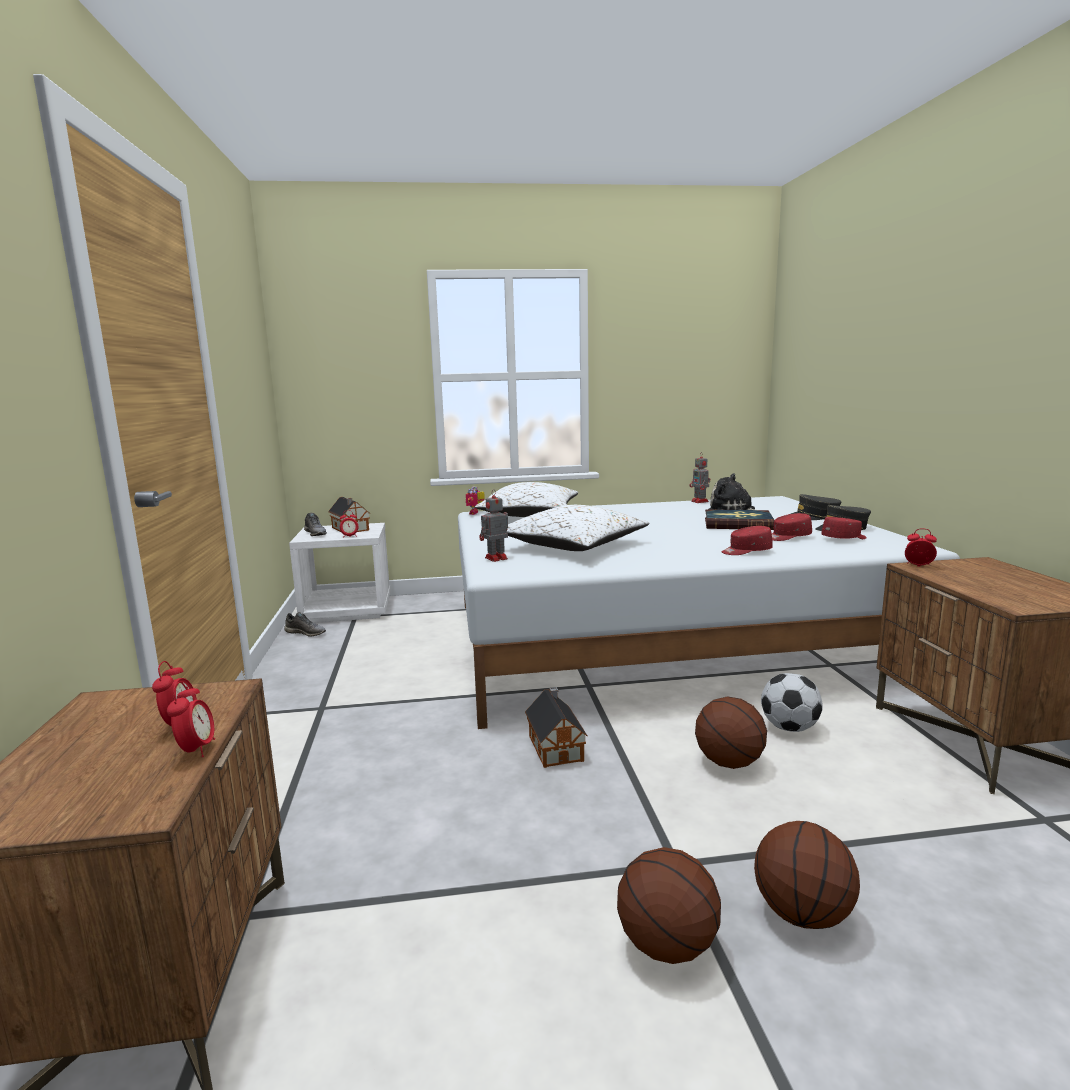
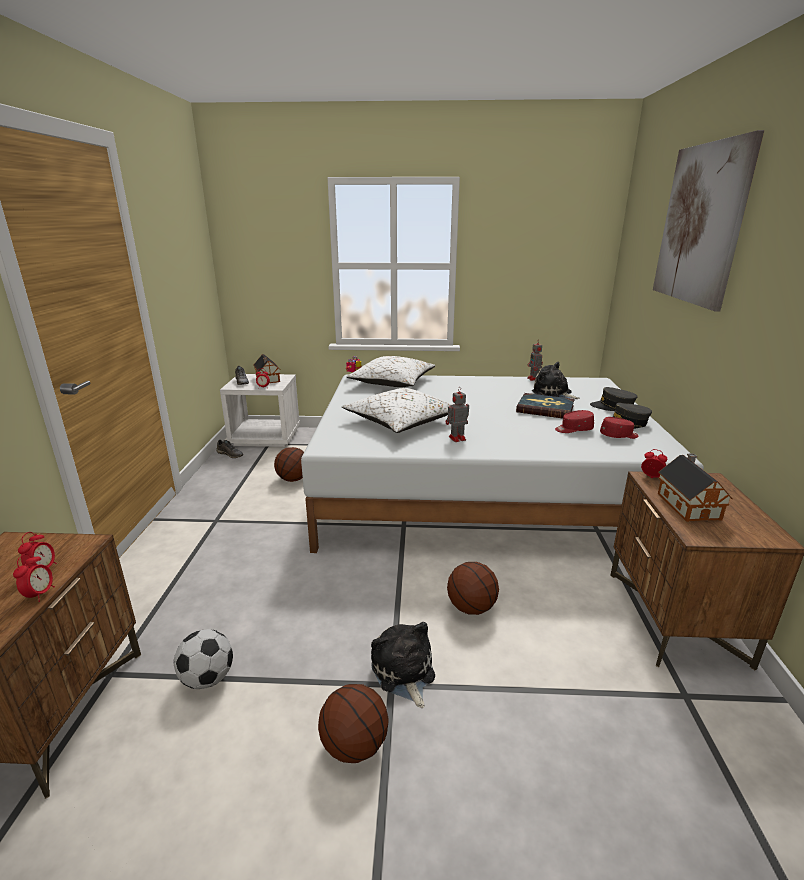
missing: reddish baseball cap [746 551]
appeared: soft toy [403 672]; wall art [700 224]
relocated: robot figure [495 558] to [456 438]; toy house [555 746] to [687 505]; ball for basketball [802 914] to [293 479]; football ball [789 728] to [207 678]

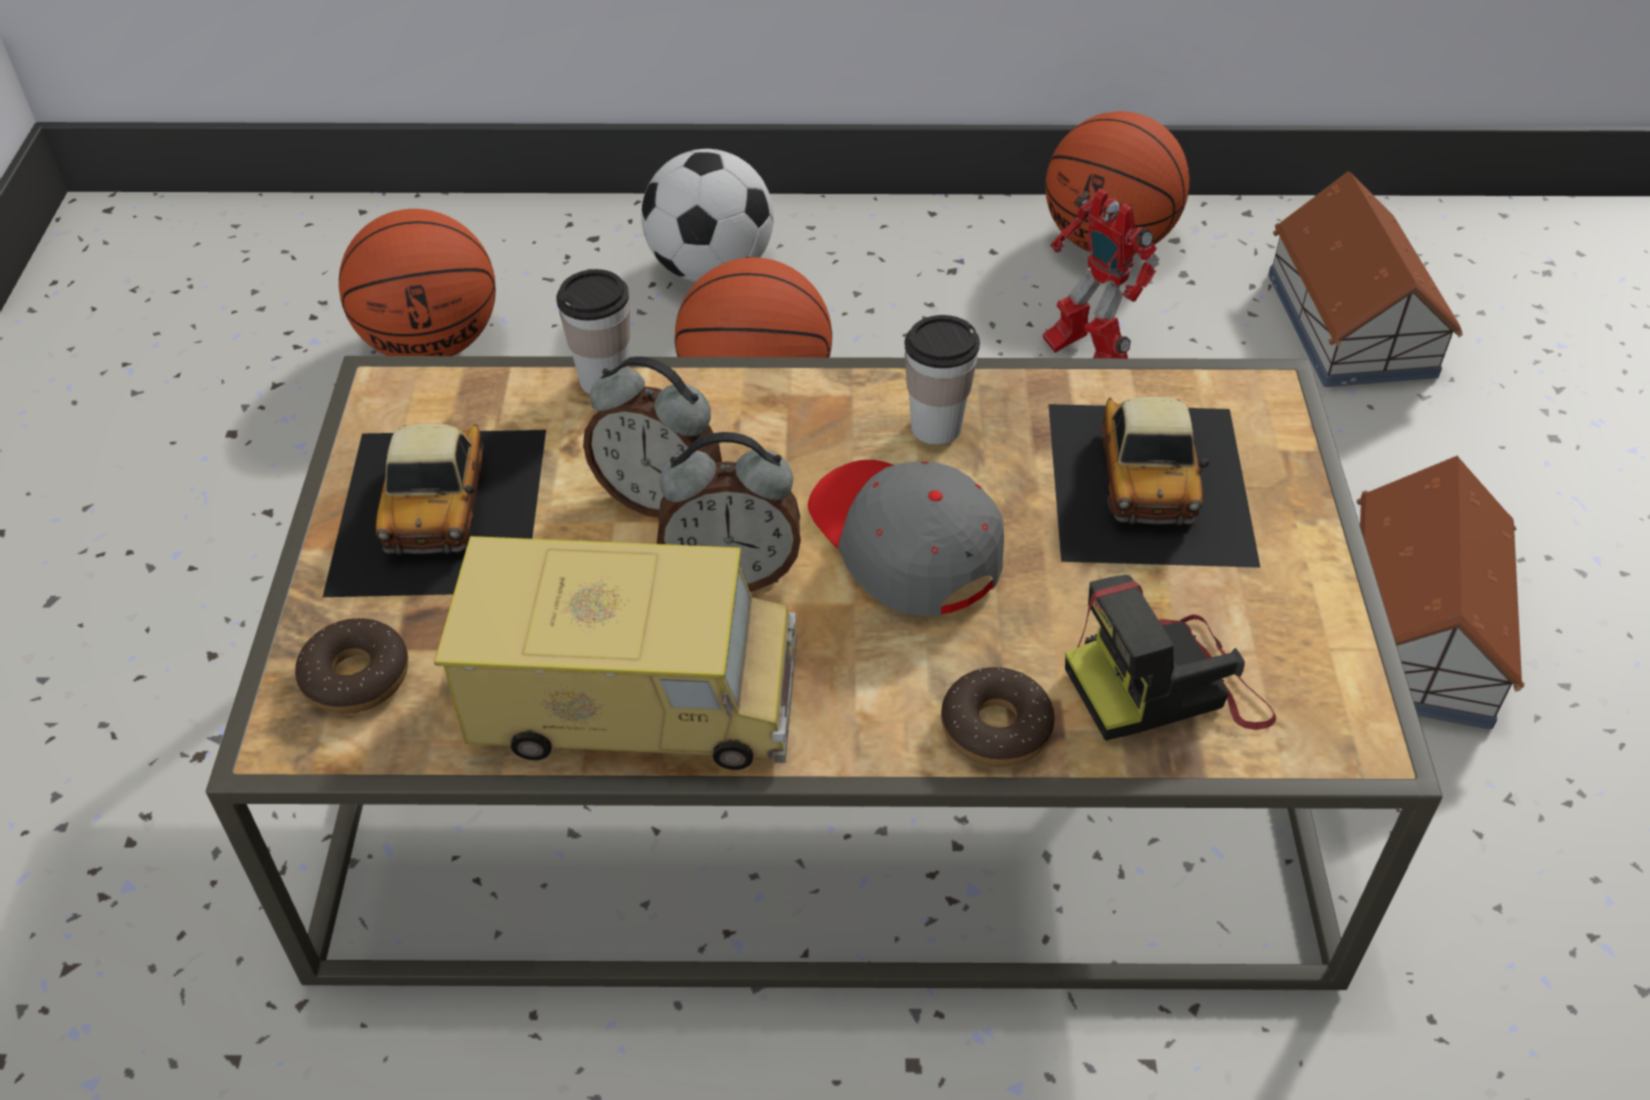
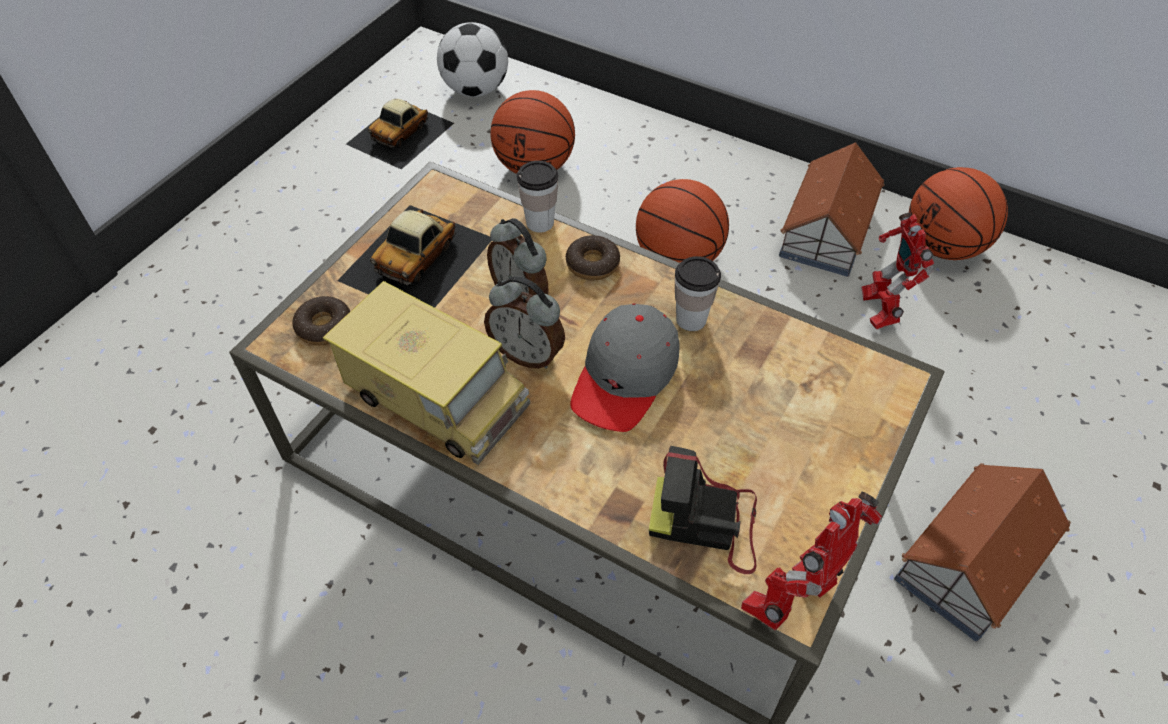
appeared: robot figure [793 598]
relocated: football ball [711 269] to [476 90]; ring doughnut [995 728] to [592 264]; miniature car [1150 481] to [401 133]; toy house [1351 322] to [827 230]
spun: gray baseball cap [903 543] = [625 377] 150 degrees counterclockwise

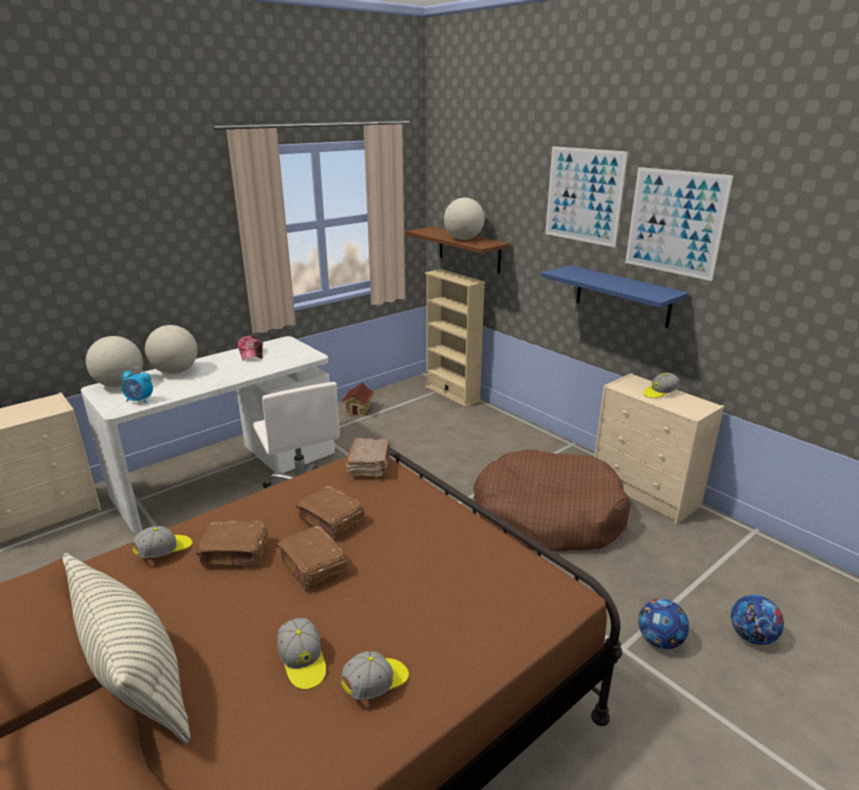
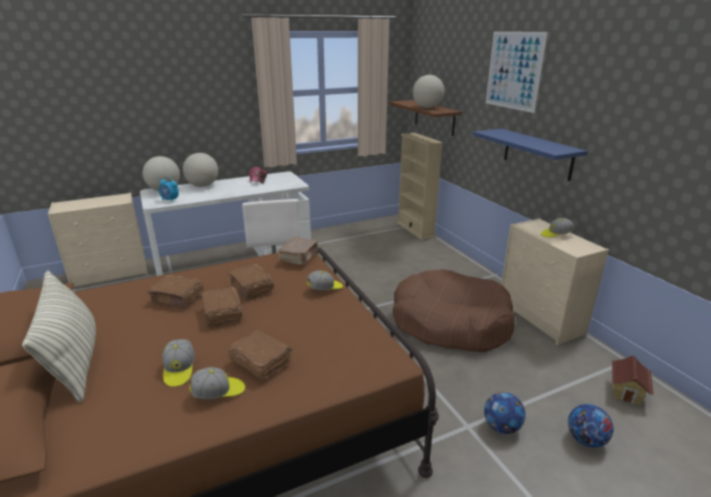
missing: wall art [675 222]
appeared: brown book [260 362]
relocated: baseball cap [164 551] to [325 289]; toy house [359 410] to [626 392]

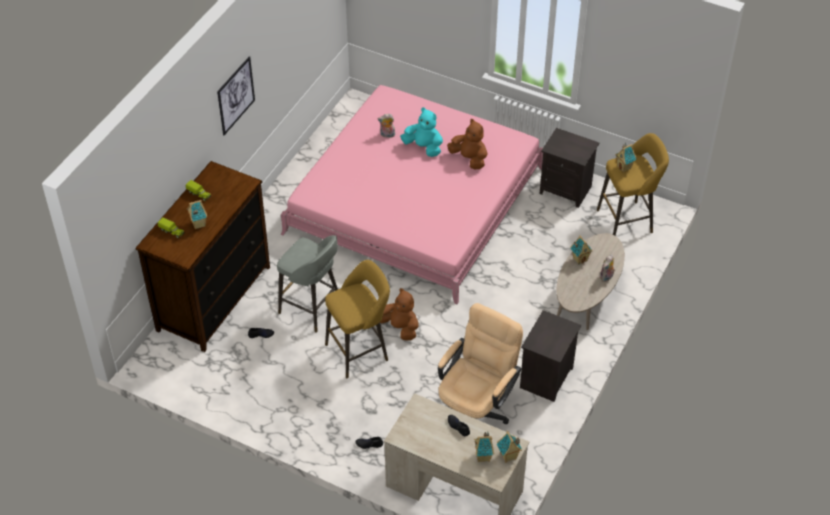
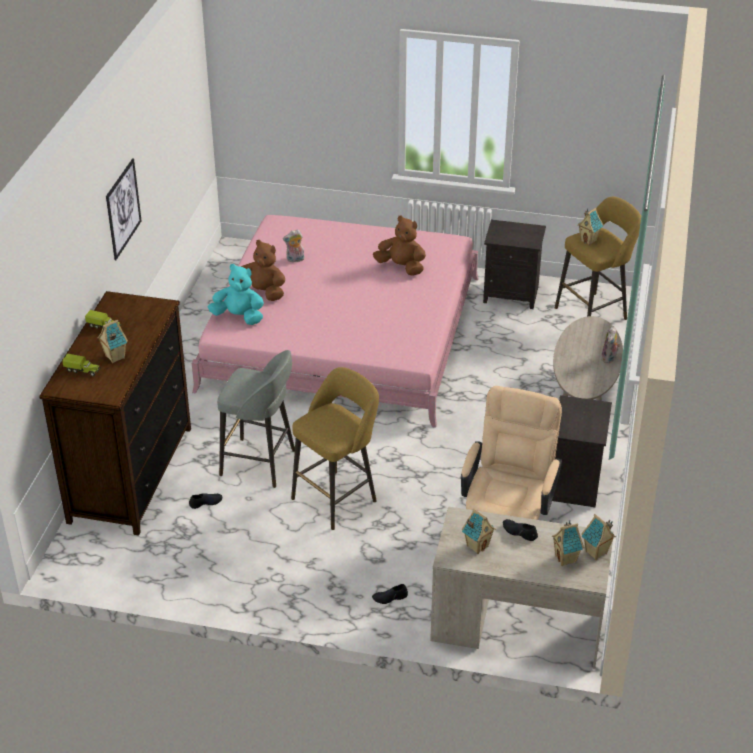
relocated: brown soft toy [400 327] to [262 292]; blue-green soft toy [423 147] to [239 317]; toy house [580 259] to [477 546]

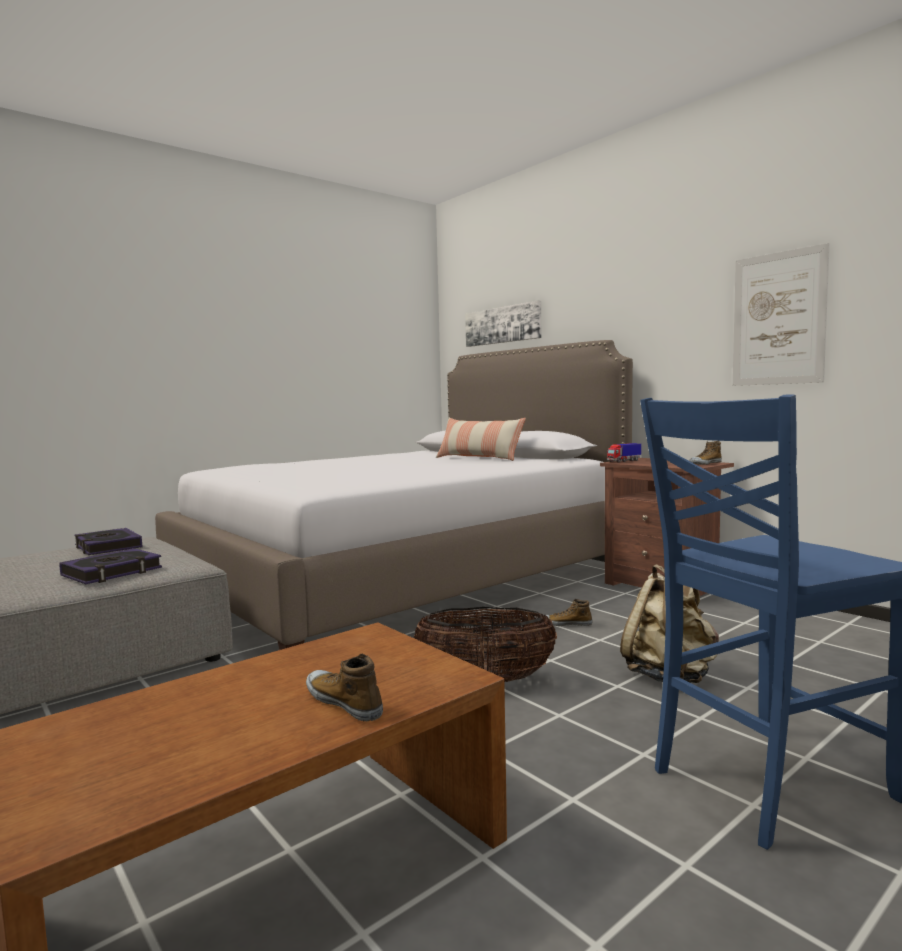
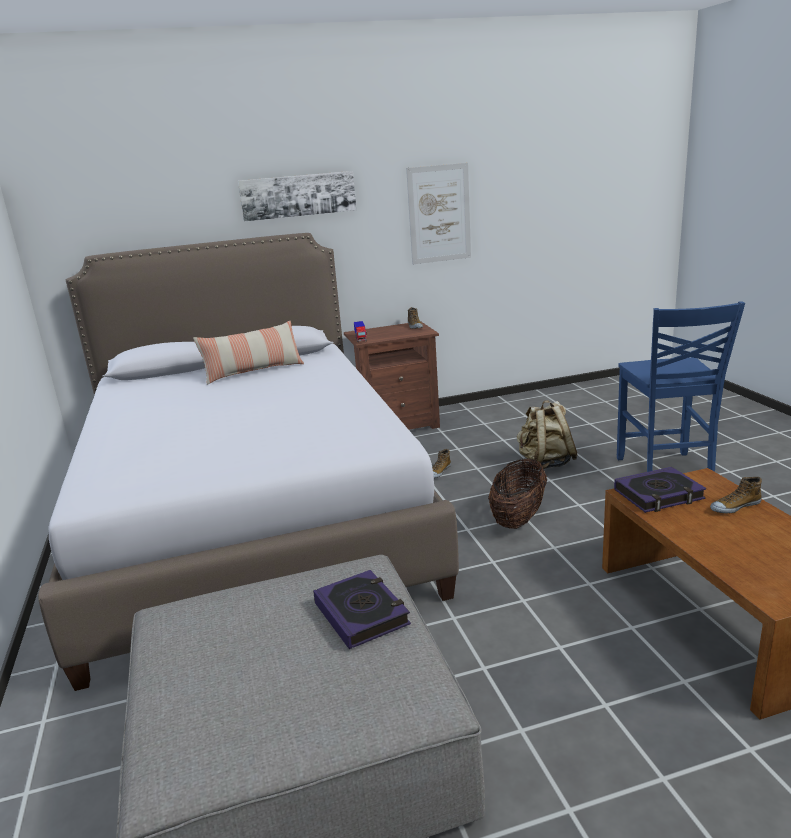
relocated: book [108 547] to [658 495]; wall art [503 325] to [298 195]

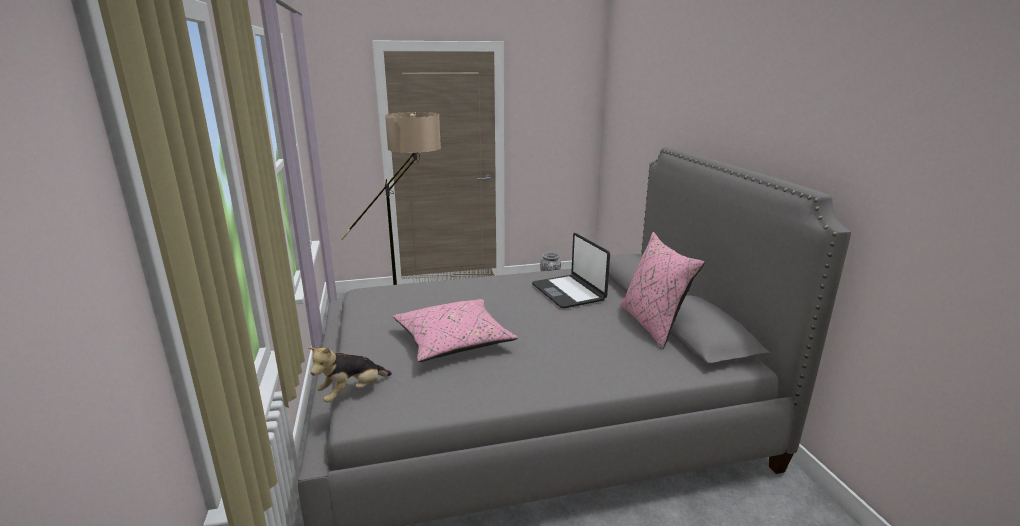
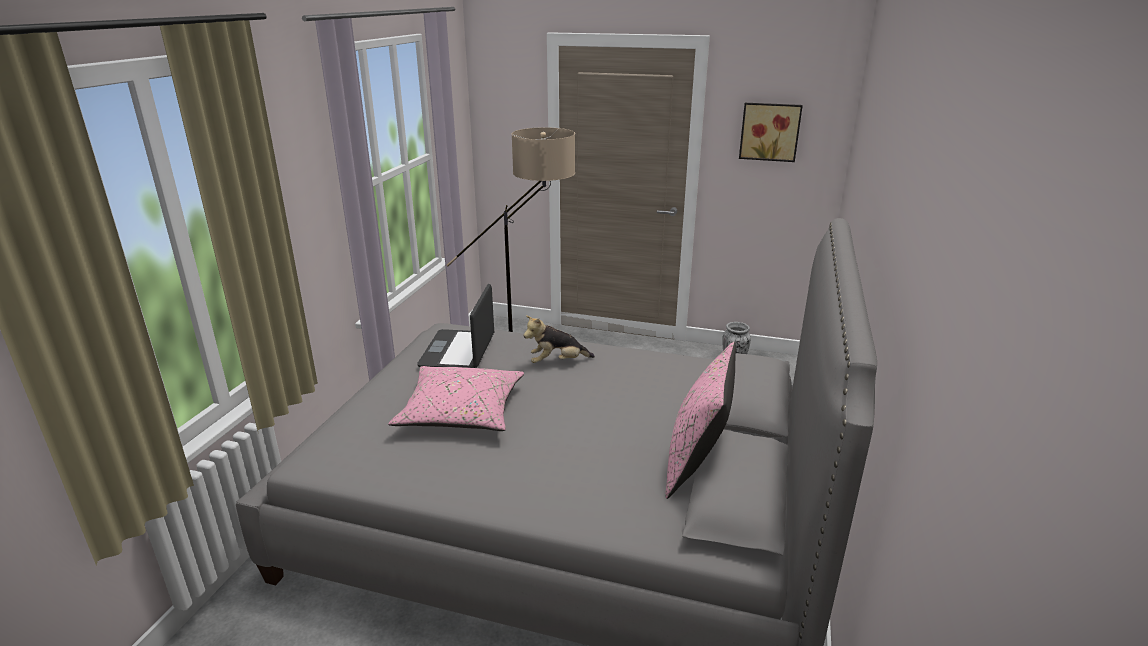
appeared: wall art [770 131]
relocated: soft toy [352 393] to [557 362]; portable computer [569 292] to [459 351]

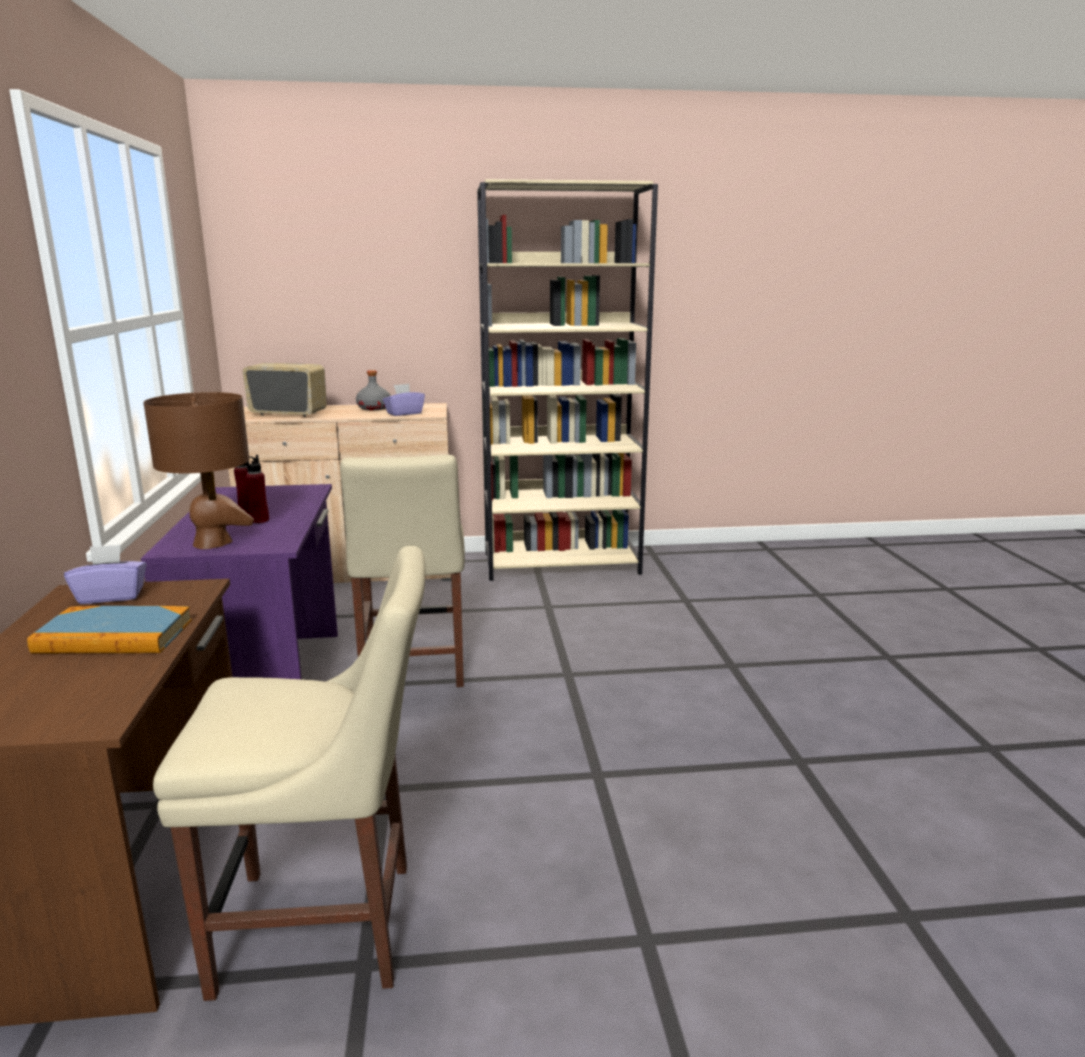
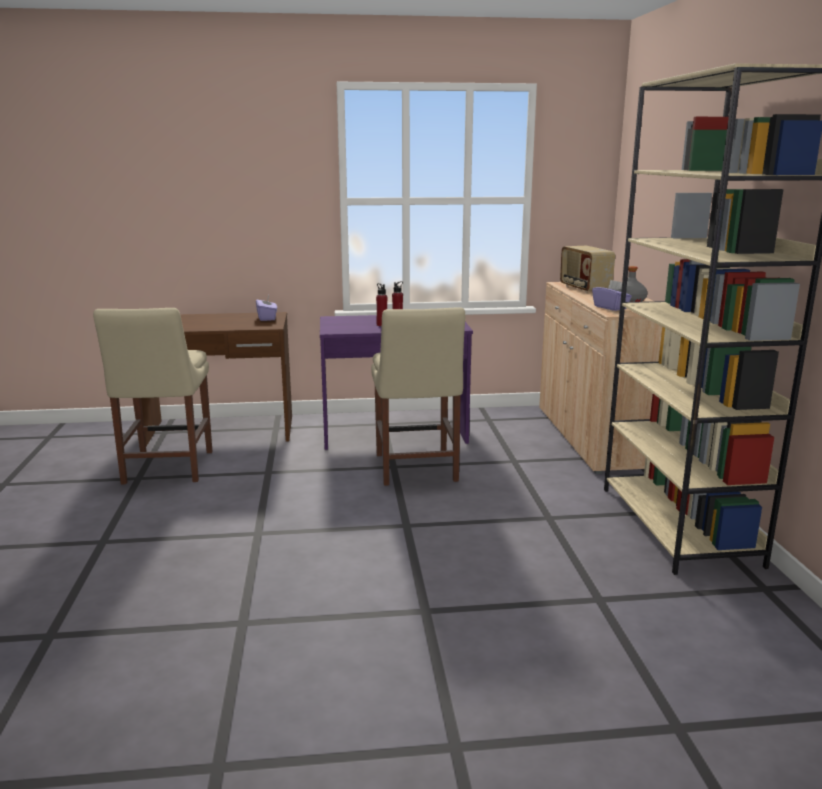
missing: book [114 636]; brown table lamp [213 543]
spun: radio set [288 414] = [584 289] 150 degrees clockwise; sand-coloured chair [412 668] = [416 469] 90 degrees counterclockwise

